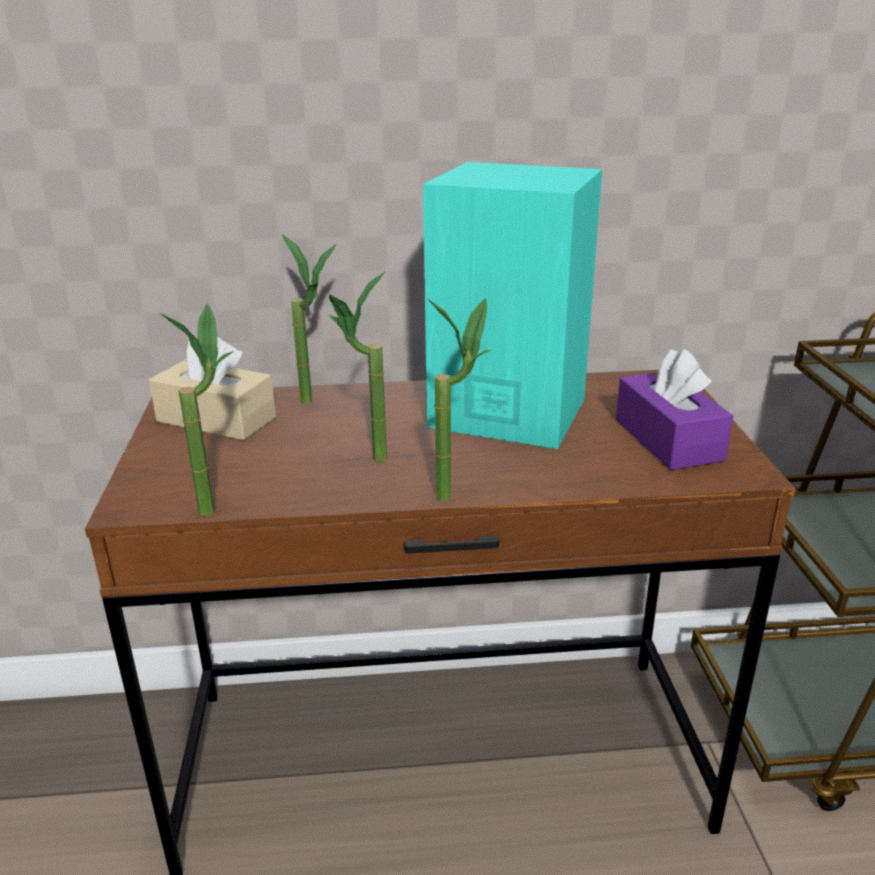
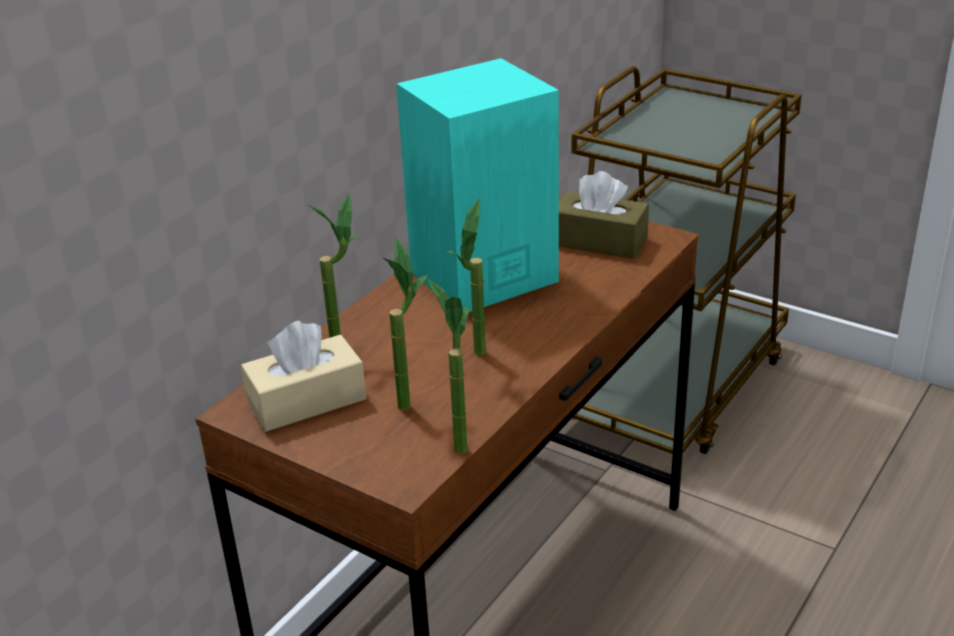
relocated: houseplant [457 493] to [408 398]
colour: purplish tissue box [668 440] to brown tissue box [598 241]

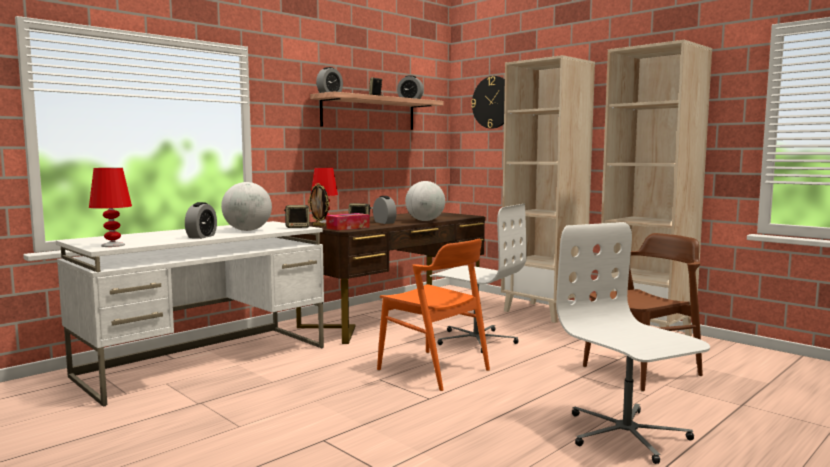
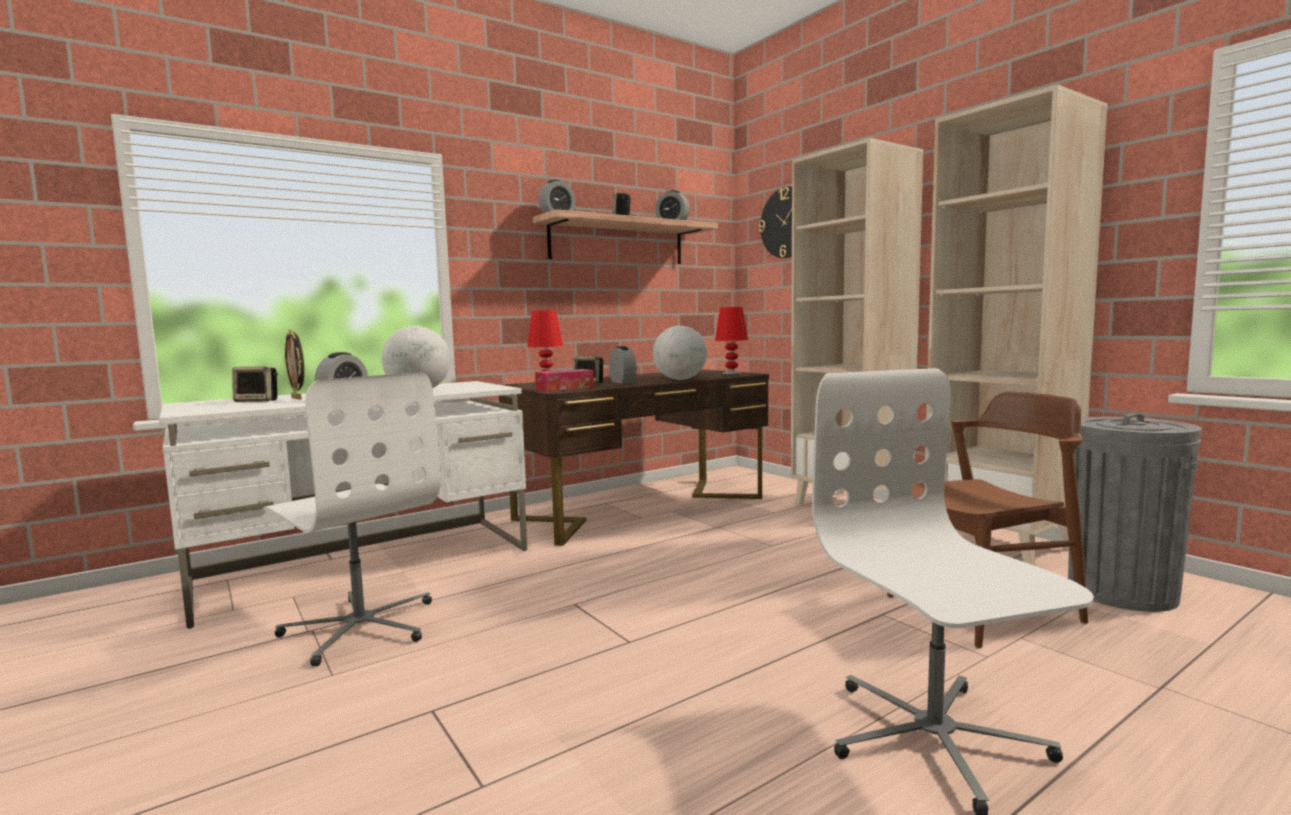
missing: orange-coloured chair [433 370]
appeared: gray trash can [1121 592]
relocated: reddish table lamp [112 245] to [731 373]; speaker [297 227] to [258 401]; picture frame [319 225] to [297 398]; whitish desk chair [476 340] to [361 627]

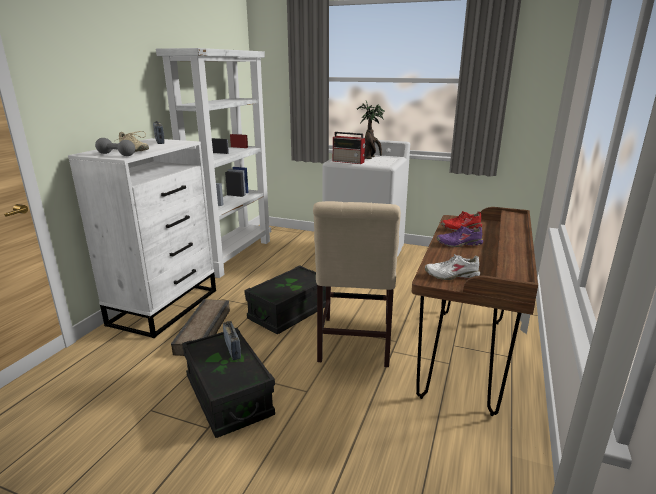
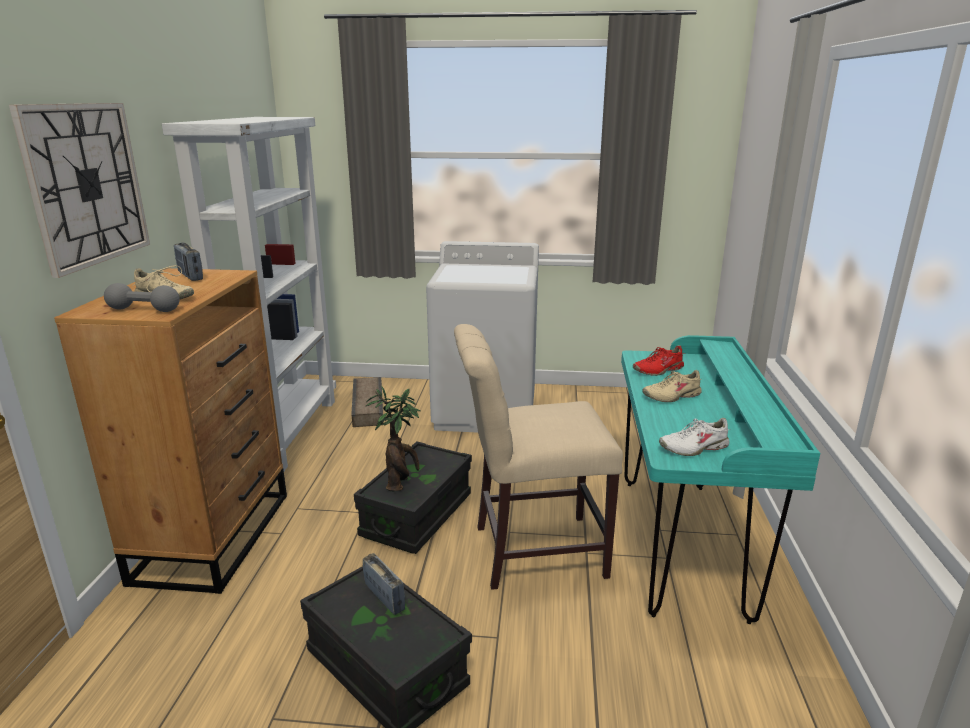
missing: radio set [349 161]
appeared: clock on the wall [86 184]
relocated: crate [204 331] to [369 406]; houseplant [370 158] to [400 482]
colour: whitish drawer chest [165 306] to brown drawer chest [214 535]; brown desk [465 356] to blue-green desk [681 543]; purplish item of footwear [459 244] to sand-coloured item of footwear [671 396]
spun: sand-coloured chair [354 344] = [530 551] 90 degrees clockwise

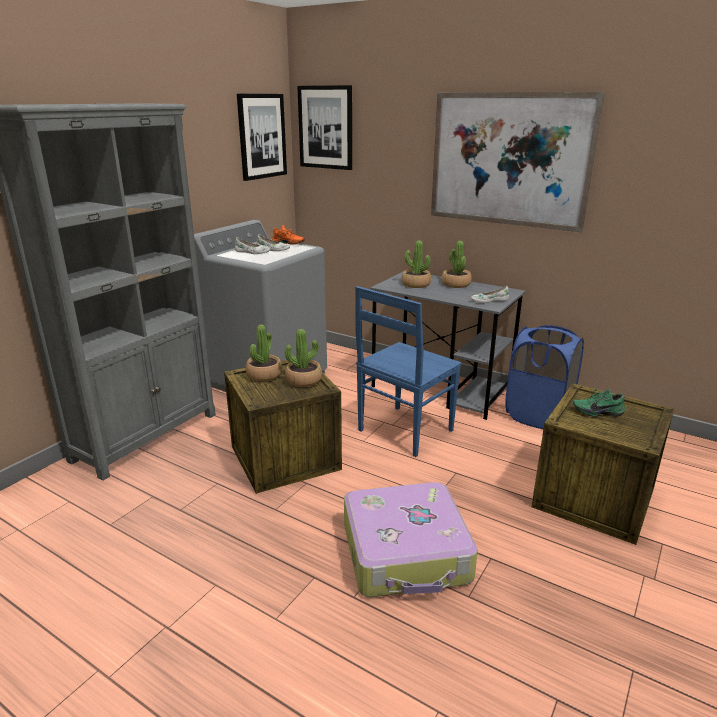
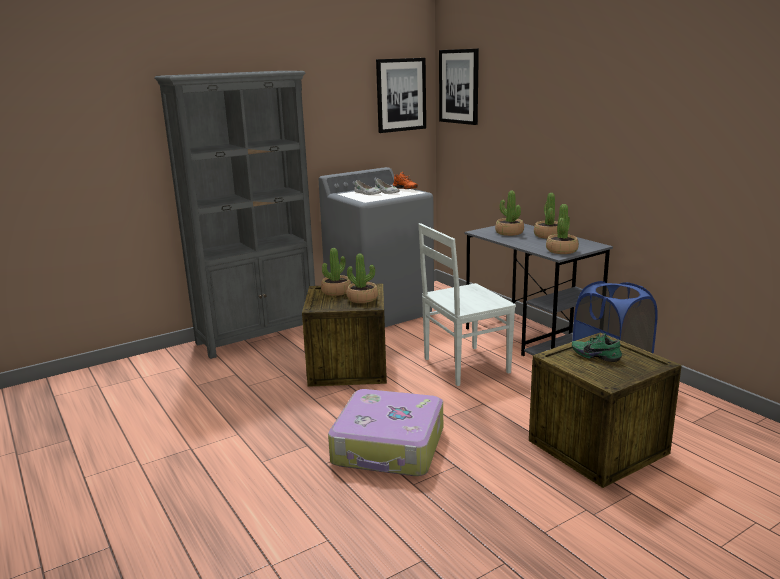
missing: wall art [508 160]
exchanged: whitish item of footwear [489 300] to houseplant [561 250]
colour: bluish chair [403 431] to whitish chair [464 366]

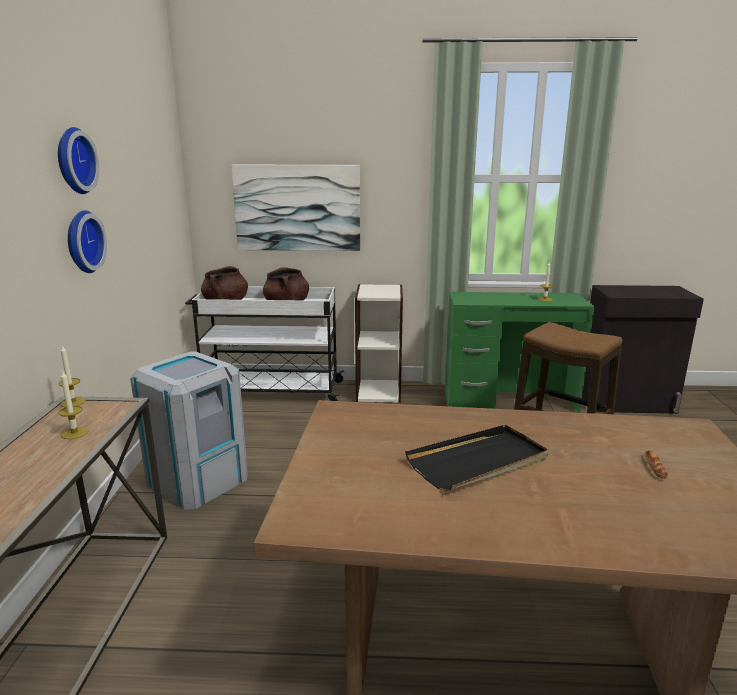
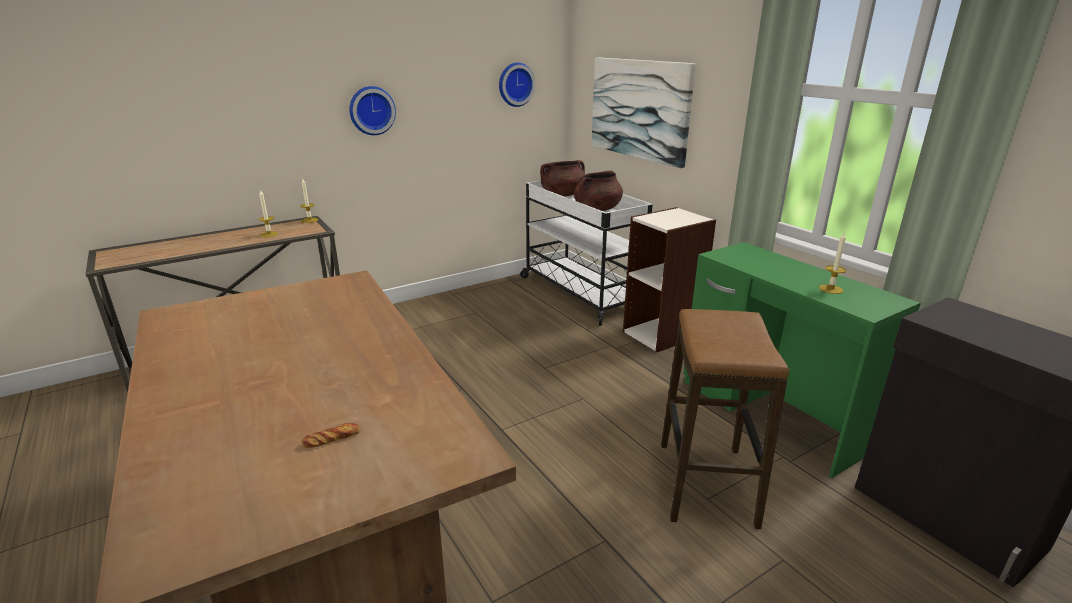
missing: gray trash can [198 480]; black-coloured tray [478 461]
relocated: clock on the wall [72 161] to [515 84]

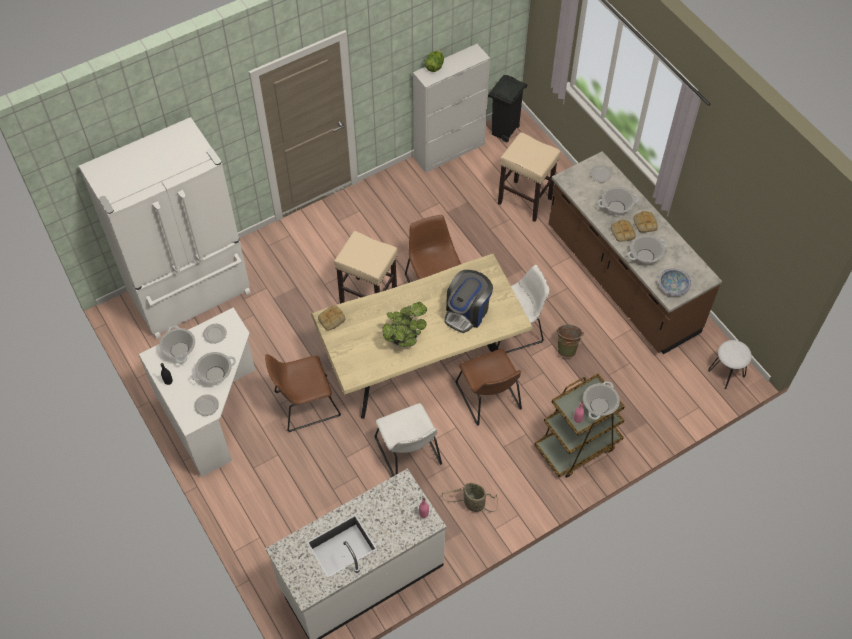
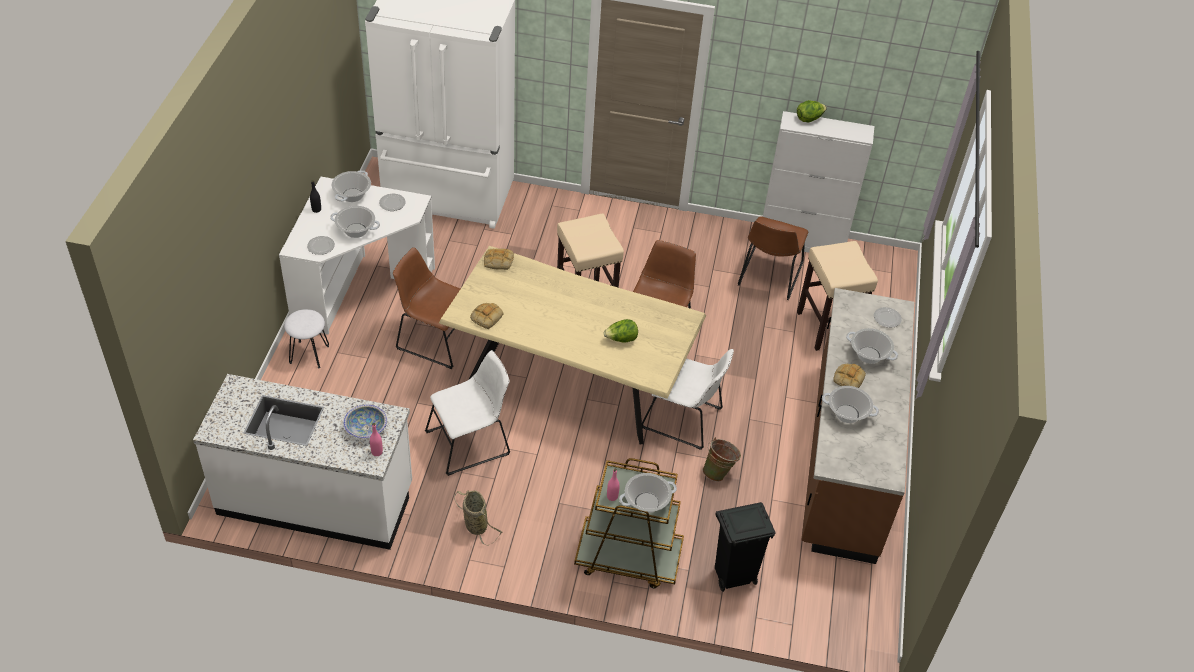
missing: houseplant [404 338]
relocated: brown chair [489 398] to [769 276]; black-coloured trash can [504 132] to [733 577]; bread [644 223] to [486 317]; bowl [673 286] to [366 428]; whitish stool [726 373] to [309 354]
exchanged: coffee maker [467 312] to lettuce [621 339]
spun: whitish chair [409 454] = [471 442] 135 degrees counterclockwise

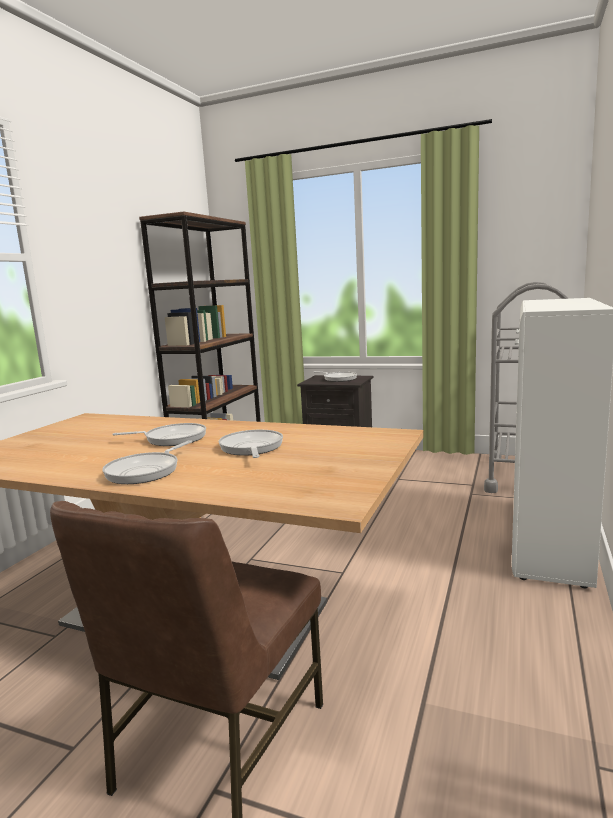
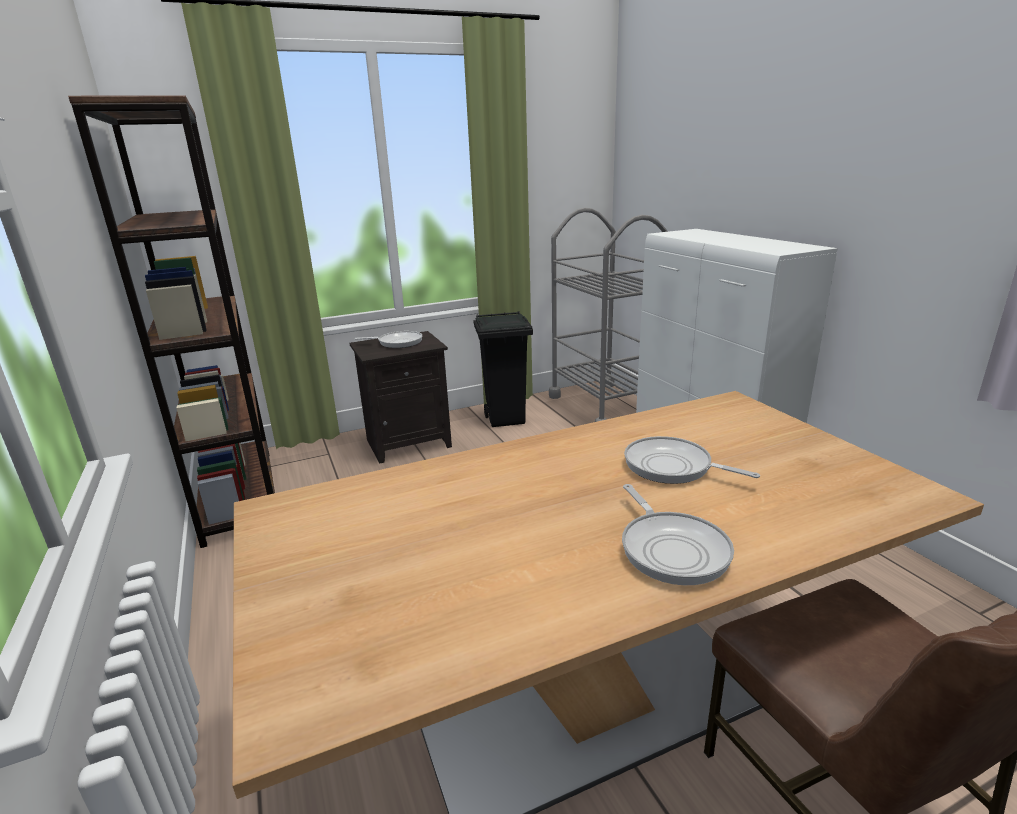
missing: skillet [172 439]
appeared: black-coloured trash can [506 419]

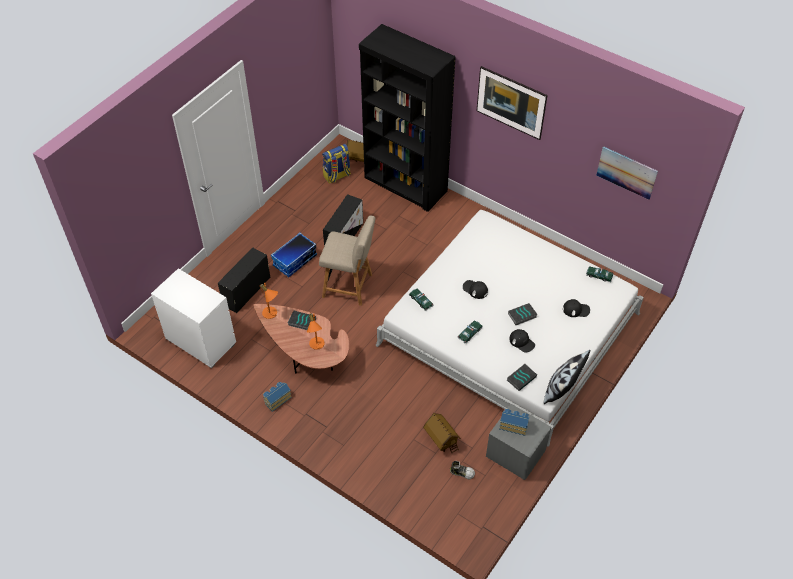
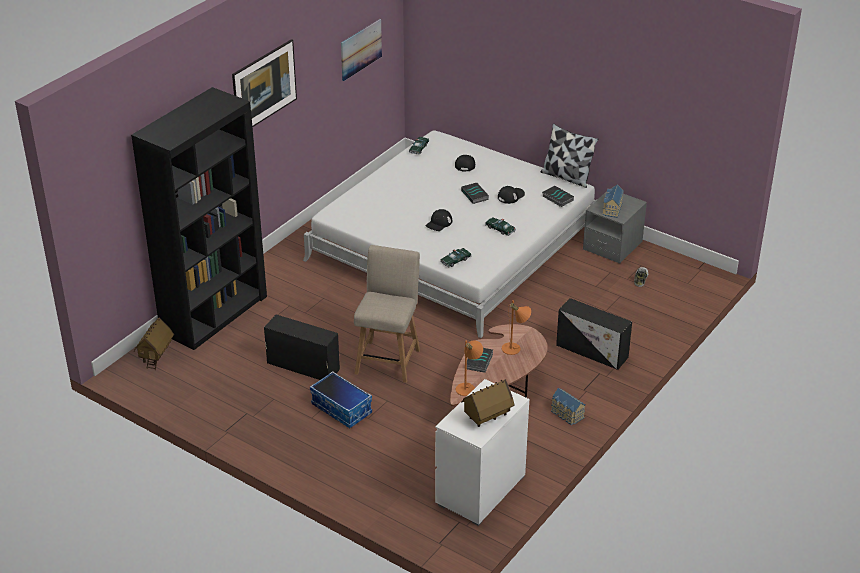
missing: rucksack [337 176]
relocated: black-coloured storage bin [246 292] to [593 351]; toy house [441 439] to [487 417]

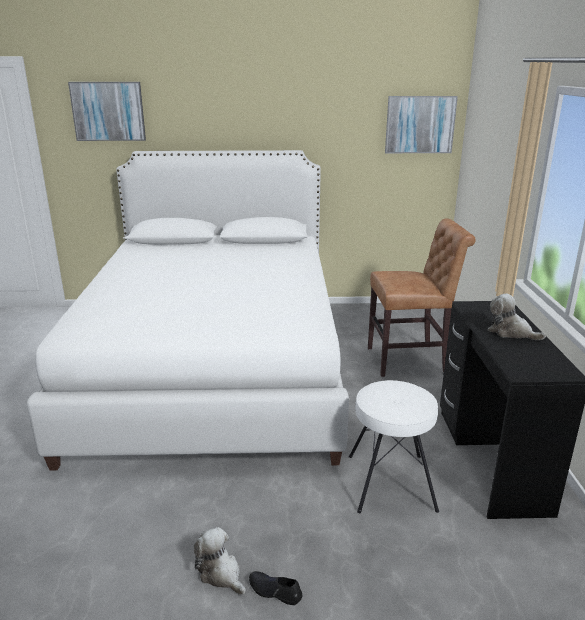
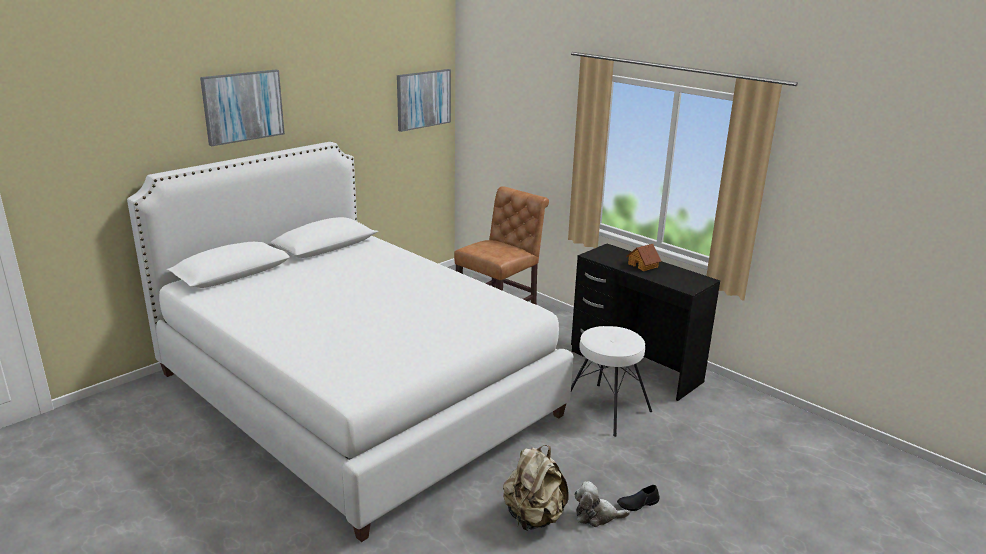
appeared: sand-coloured rucksack [533 517]
relocated: wall art [108 111] to [243 106]
exchanged: soft toy [510 332] to toy house [643 265]

